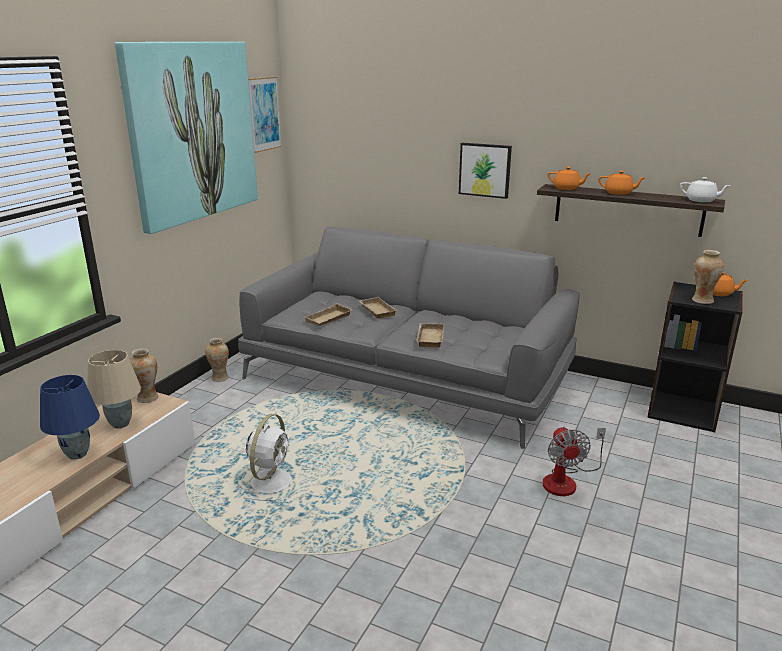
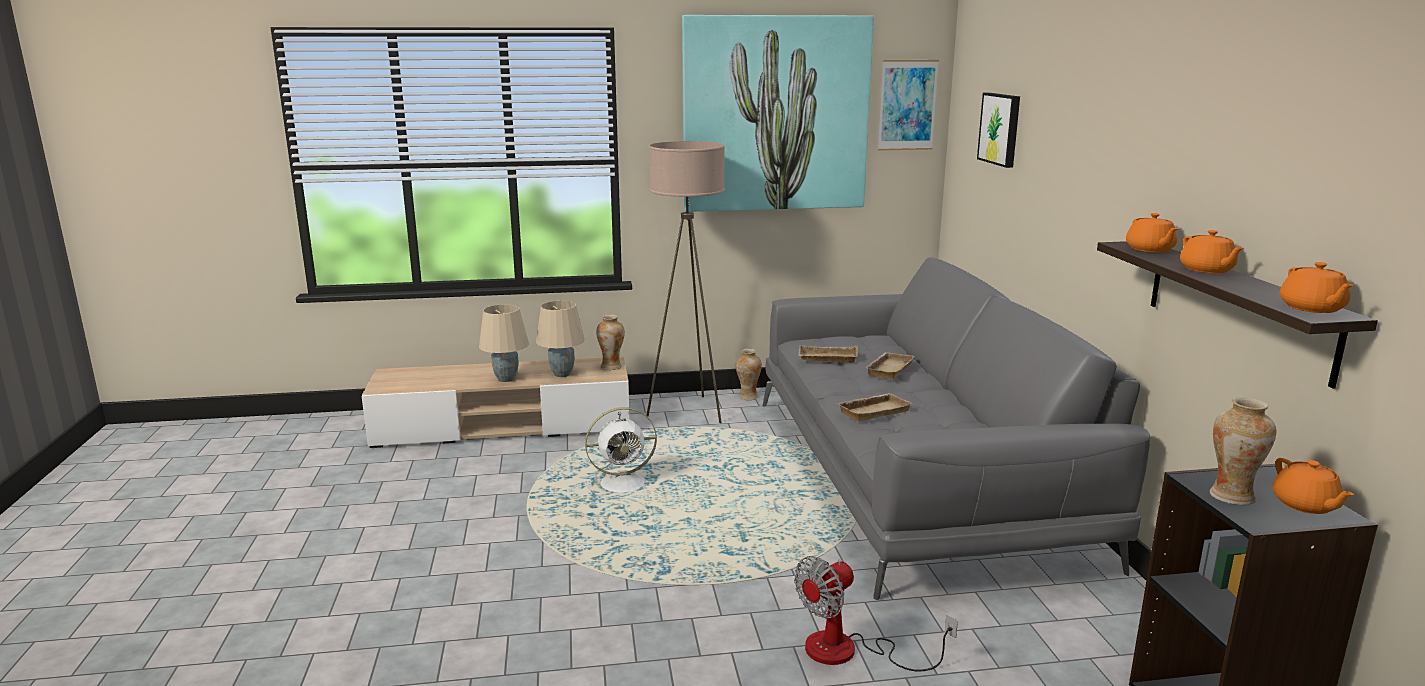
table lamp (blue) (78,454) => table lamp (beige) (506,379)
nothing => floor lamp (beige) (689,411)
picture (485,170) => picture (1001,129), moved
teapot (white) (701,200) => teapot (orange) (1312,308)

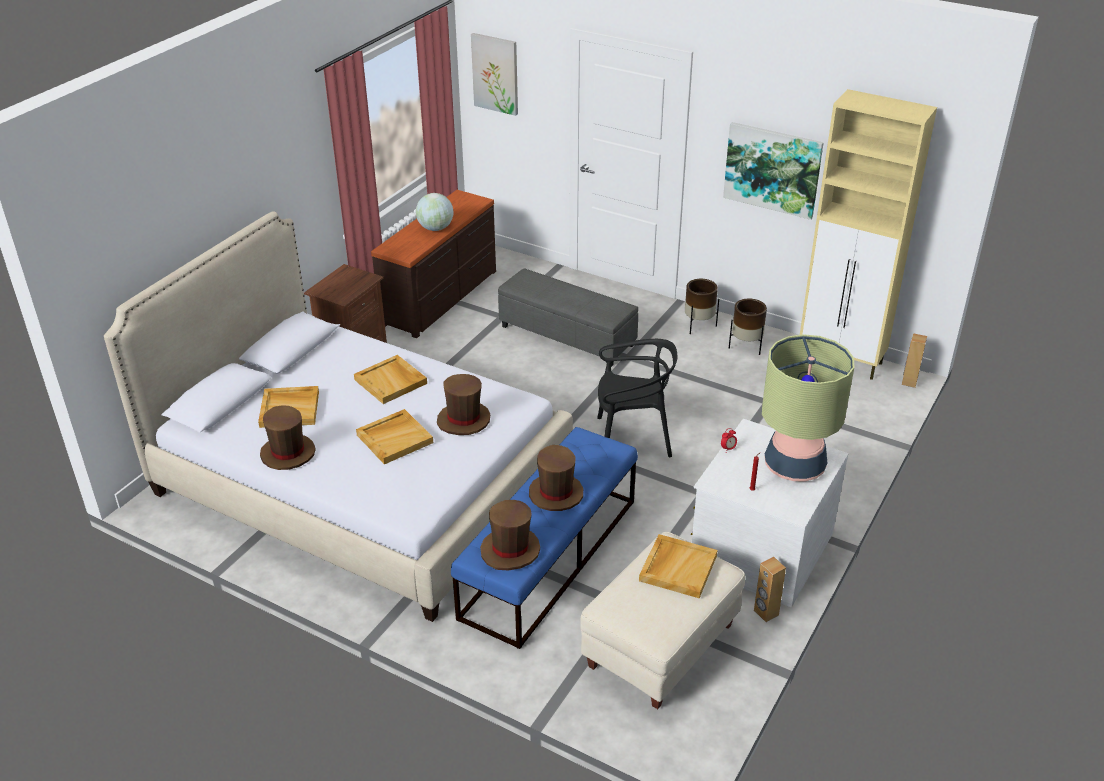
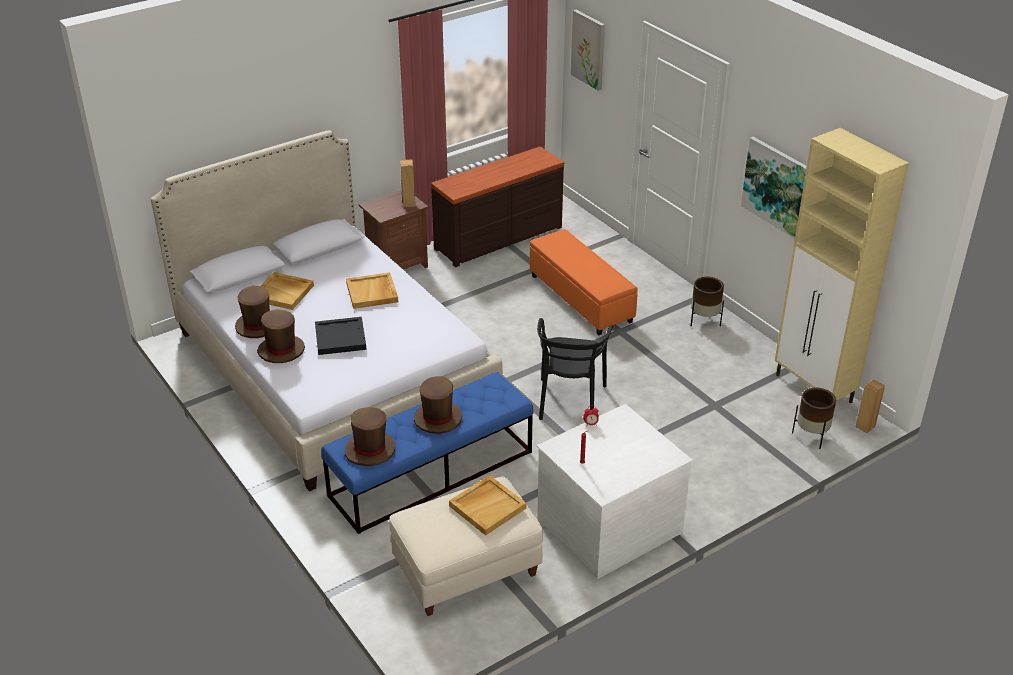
hat (brown) (463,420) => hat (brown) (281,350), moved
tray (beige) (395,438) => tray (black) (341,337)
speaker (brown) (765,613) => speaker (brown) (408,203), moved
ottoman (grey) (567,335) => ottoman (orange) (581,298)
chair (black) (632,439) => chair (black) (570,401), 75 degrees clockwise
planter (brown) (746,346) => planter (brown) (811,436), moved
globe (435,228) => nothing
table lamp (794,466) => nothing

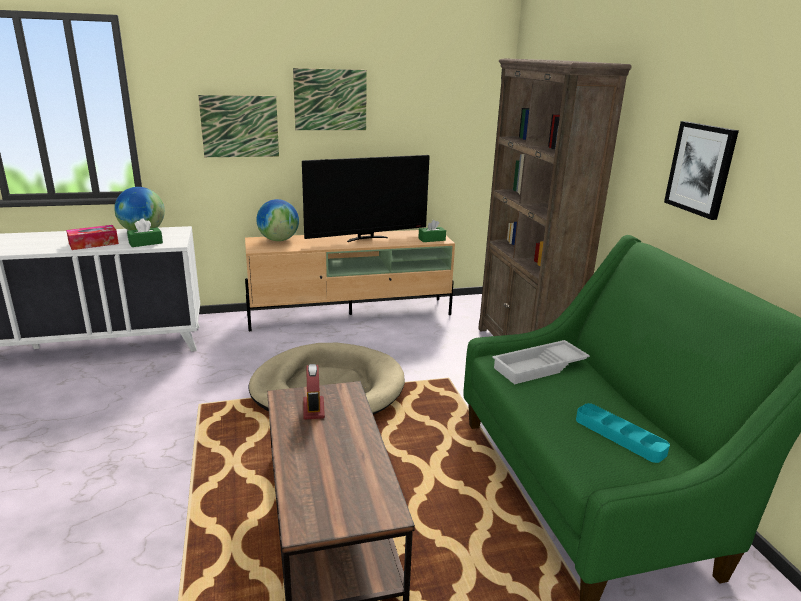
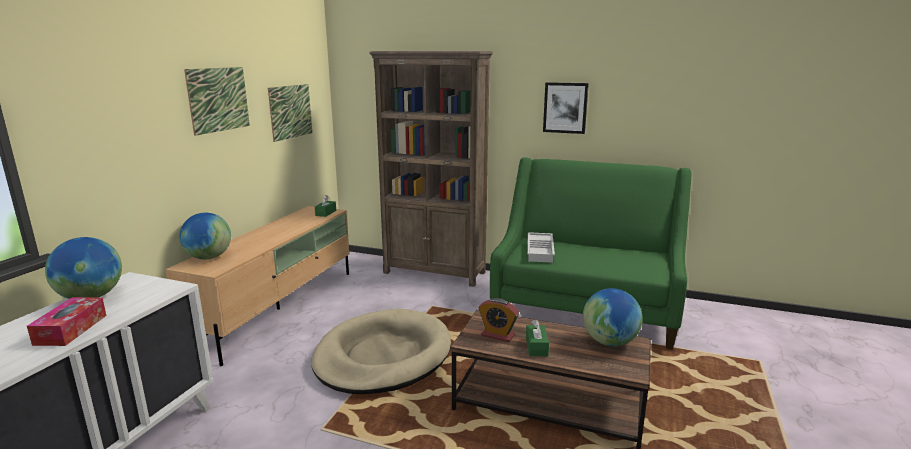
picture (240,126) => picture (290,111), moved
tissue box (green) (145,243) => tissue box (green) (536,347), moved
nothing => globe (610,342)
television (366,238) => nothing
tray (turquoise) (619,436) => nothing

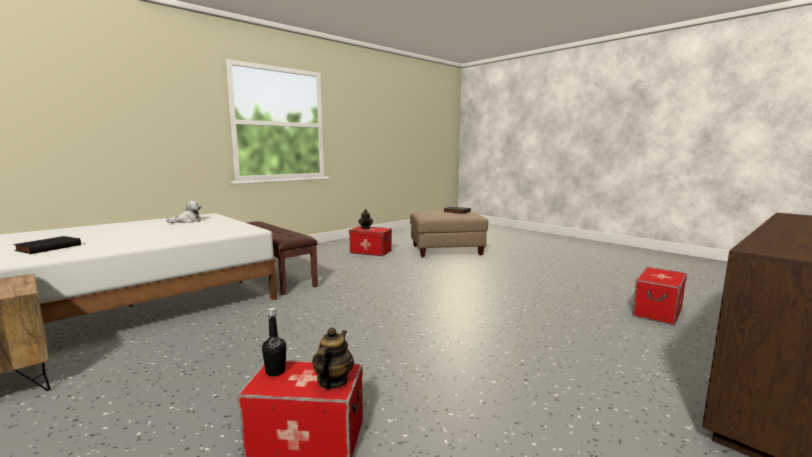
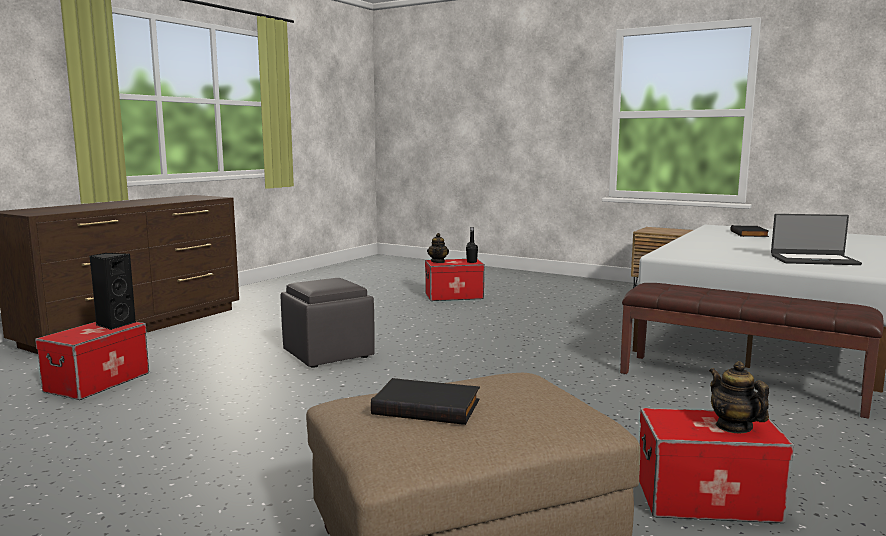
nothing => speaker (black) (114,324)
nothing => ottoman (grey) (327,354)
plush toy (187,221) => laptop (813,260)

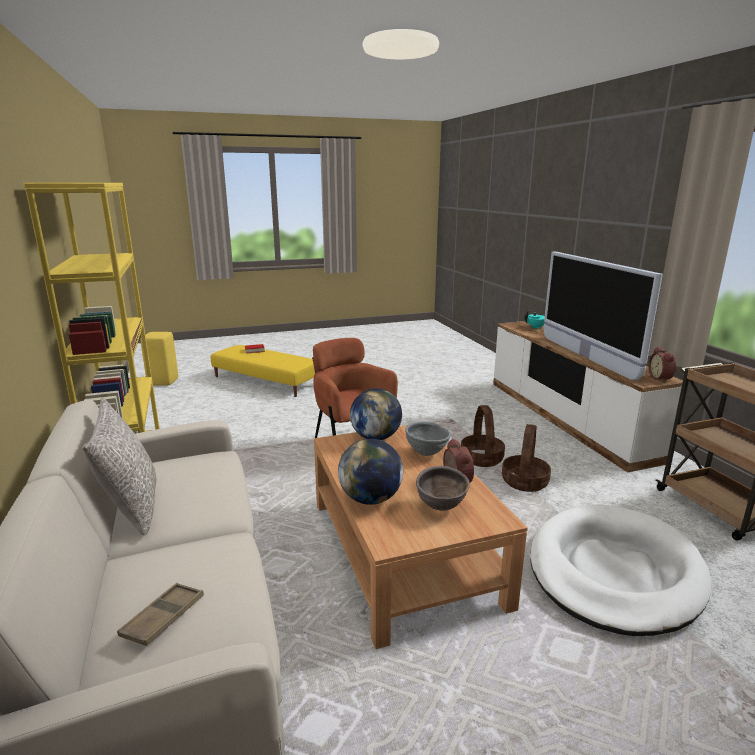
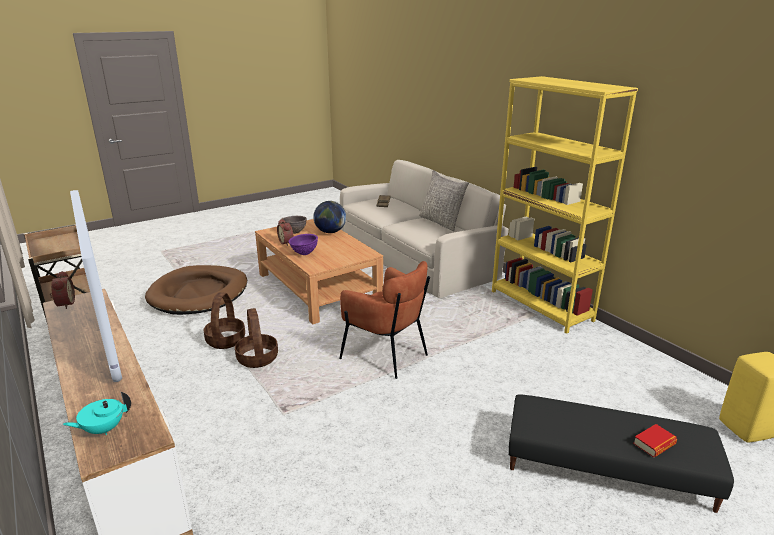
dog bed (white) (614,572) => dog bed (brown) (199,293)
bowl (grey) (426,453) => bowl (purple) (304,254)
ottoman (yellow) (266,381) => ottoman (black) (607,465)
globe (376,437) => nothing

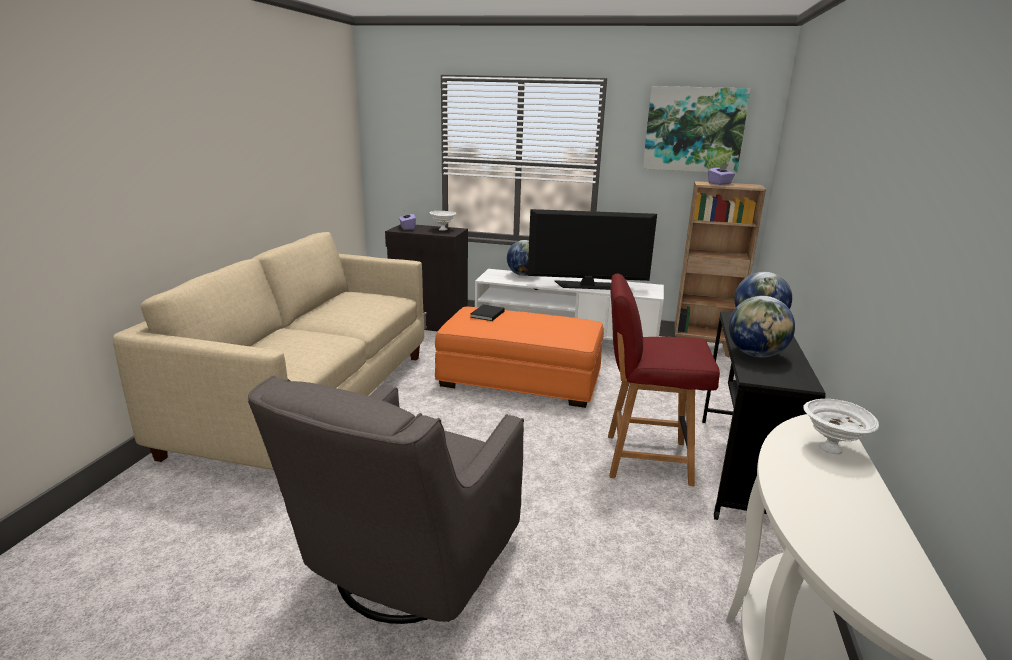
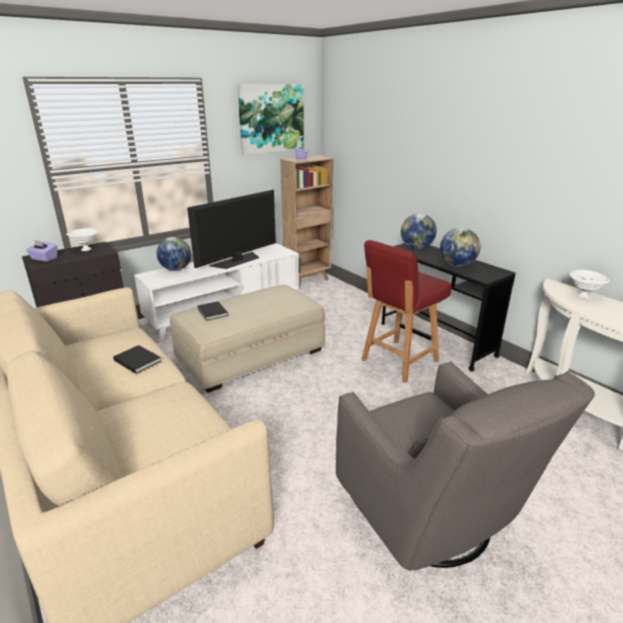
nothing => book (black) (137,360)
ottoman (orange) (520,379) => ottoman (beige) (251,355)

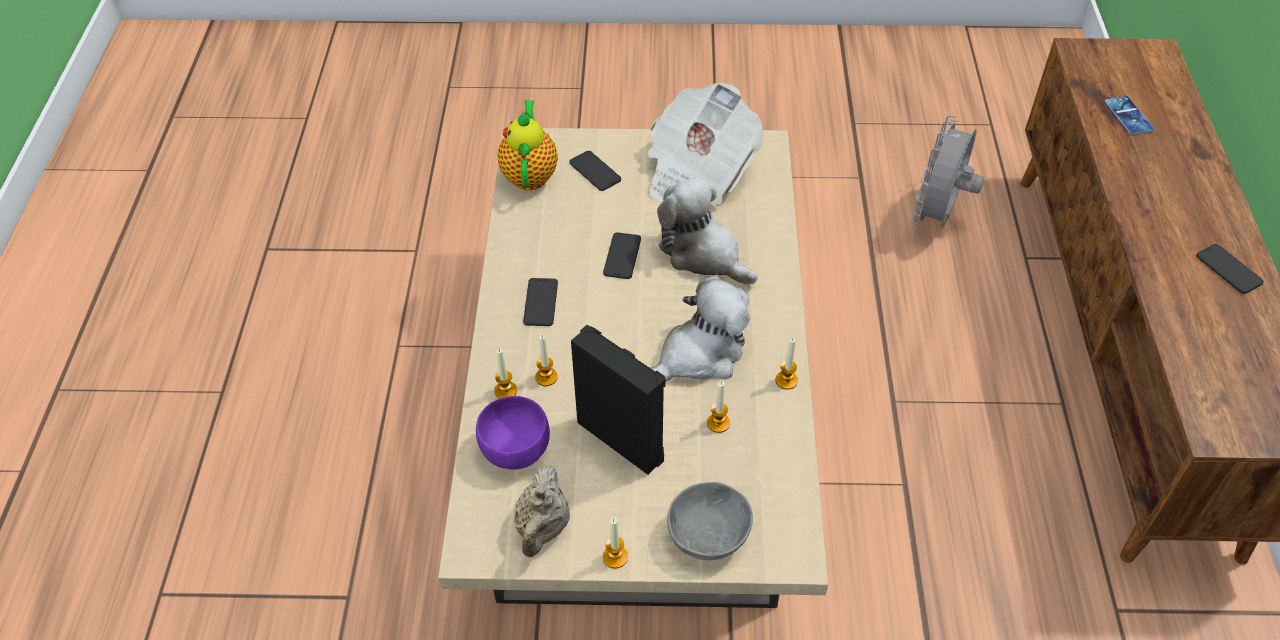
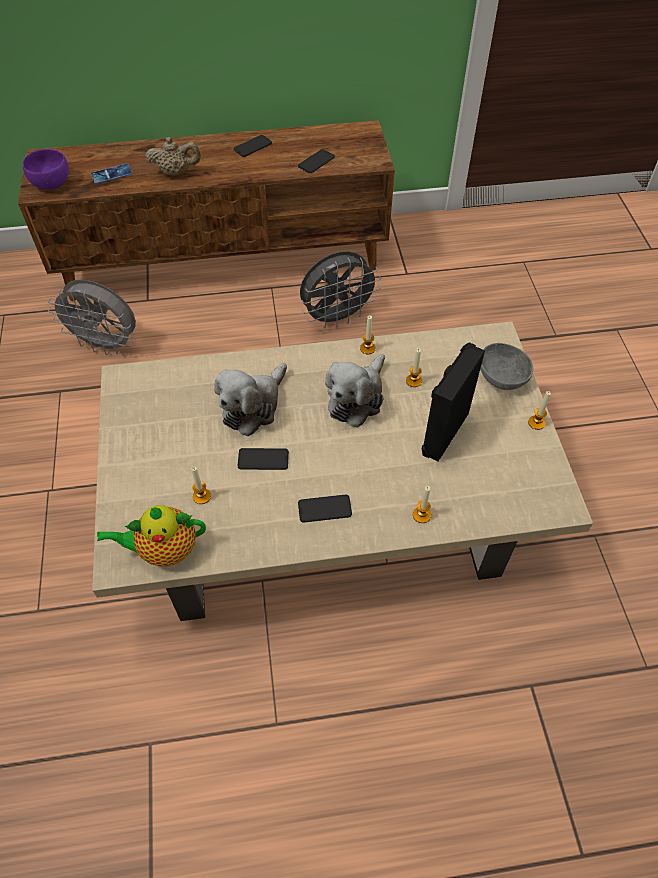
bowl (purple) (515,450) => bowl (purple) (52,183), moved
teapot (beige) (543,528) => teapot (beige) (176,172), moved
candle (546,377) => candle (201,496), moved
phone (595,171) => phone (316,162), moved
nothing => fan (grey) (337,317)
plush toy (699,355) => plush toy (357,397), 105 degrees counterclockwise
newspaper (698,171) => nothing

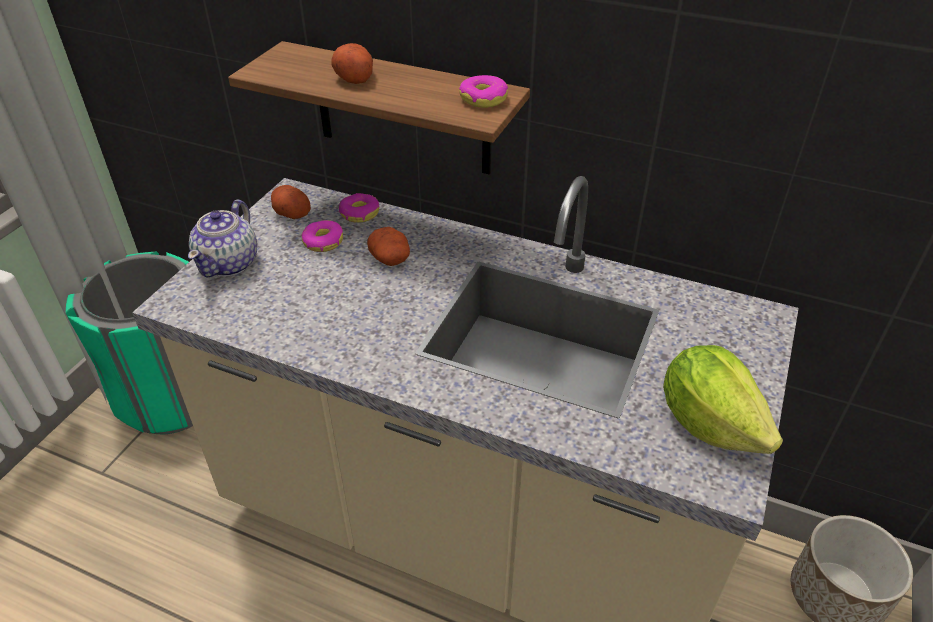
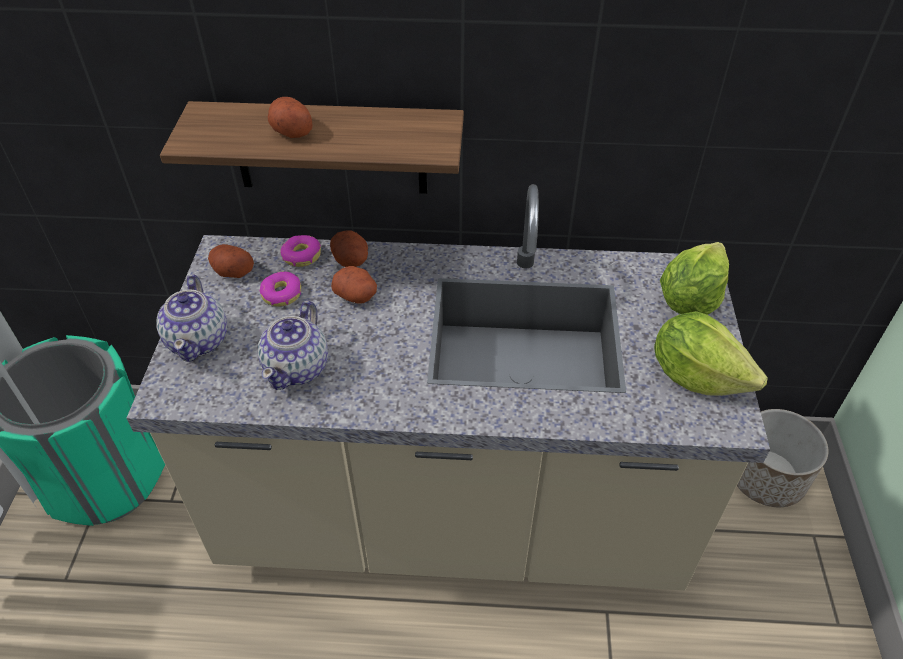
nothing => teapot (298,367)
nothing => potato (351,260)
nothing => lettuce (689,300)
donut (484,99) => nothing

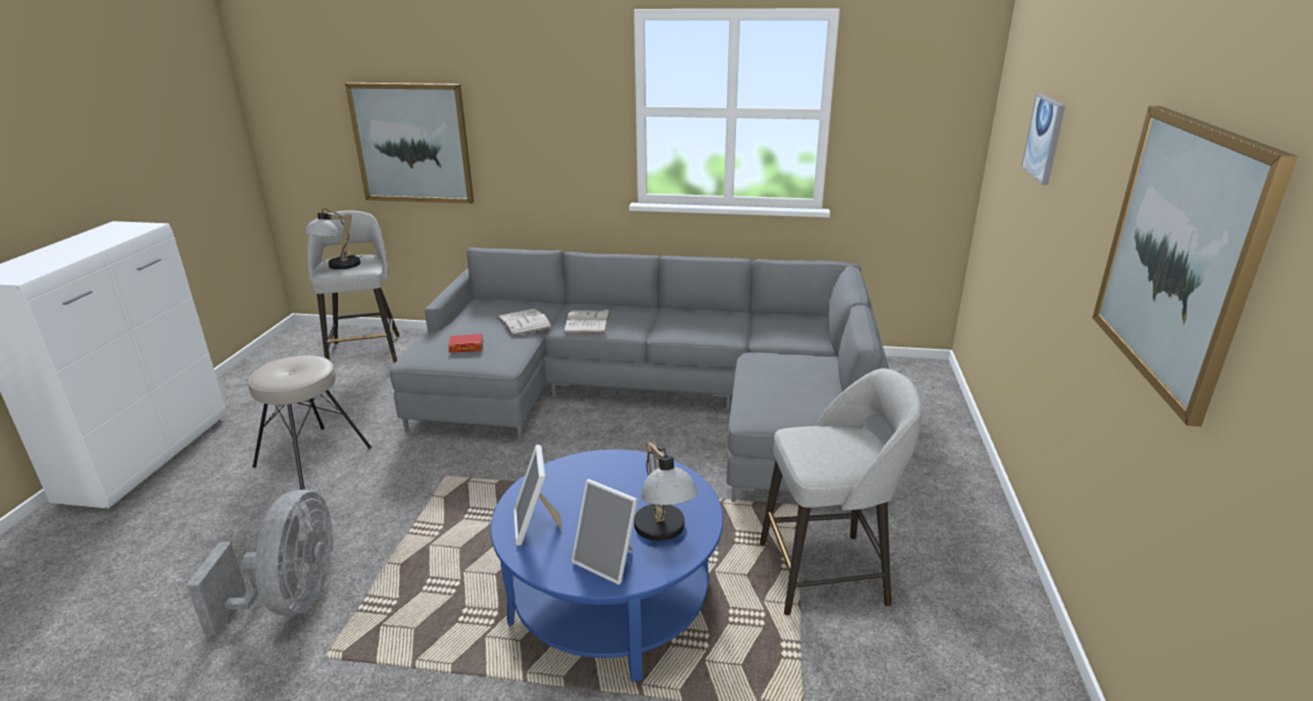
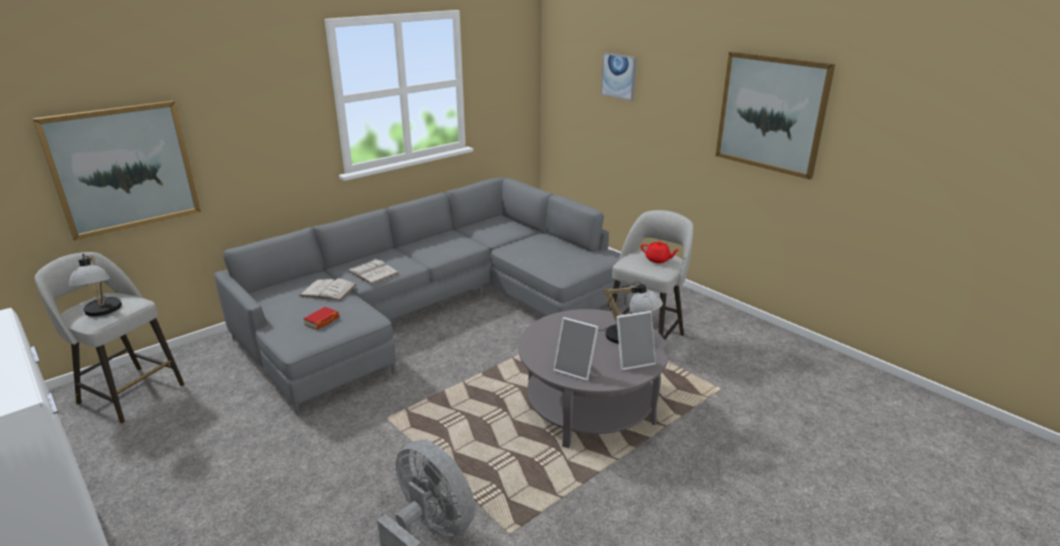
coffee table (blue) (611,600) => coffee table (grey) (589,406)
nothing => teapot (red) (658,260)
stool (beige) (312,456) => nothing

